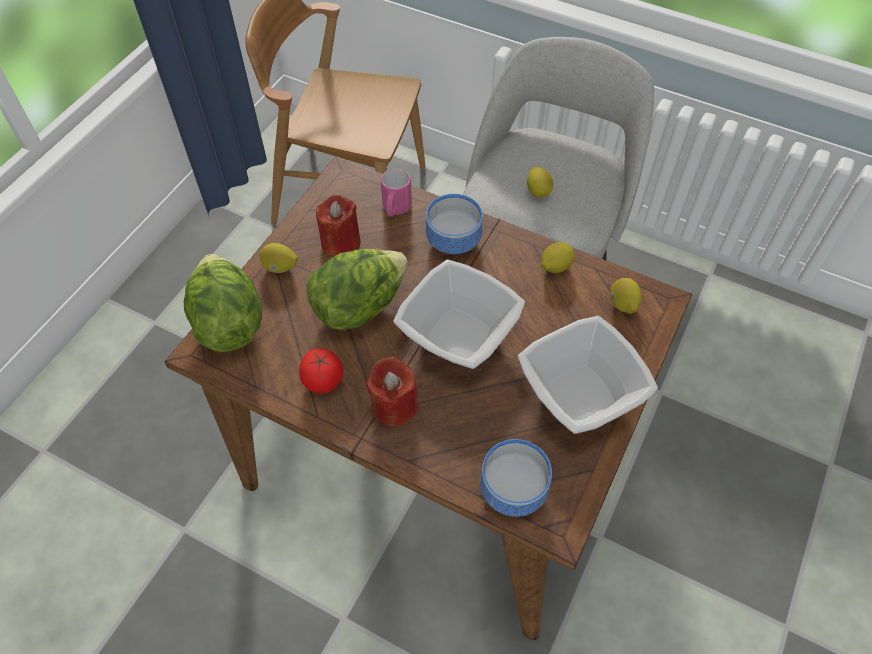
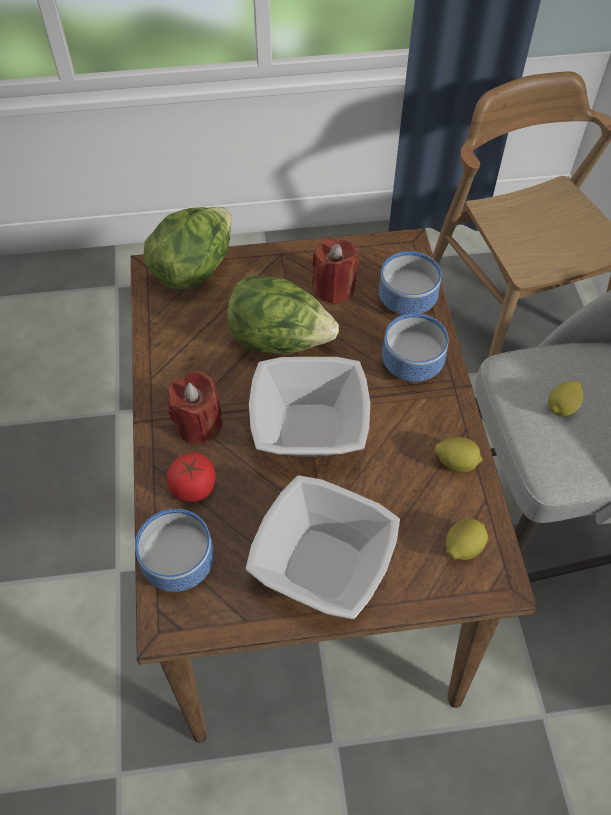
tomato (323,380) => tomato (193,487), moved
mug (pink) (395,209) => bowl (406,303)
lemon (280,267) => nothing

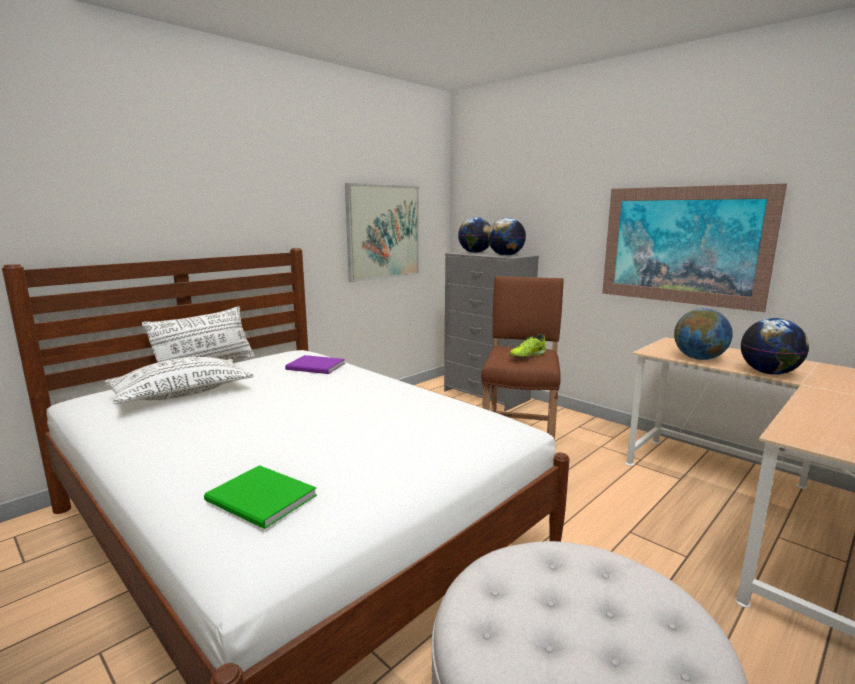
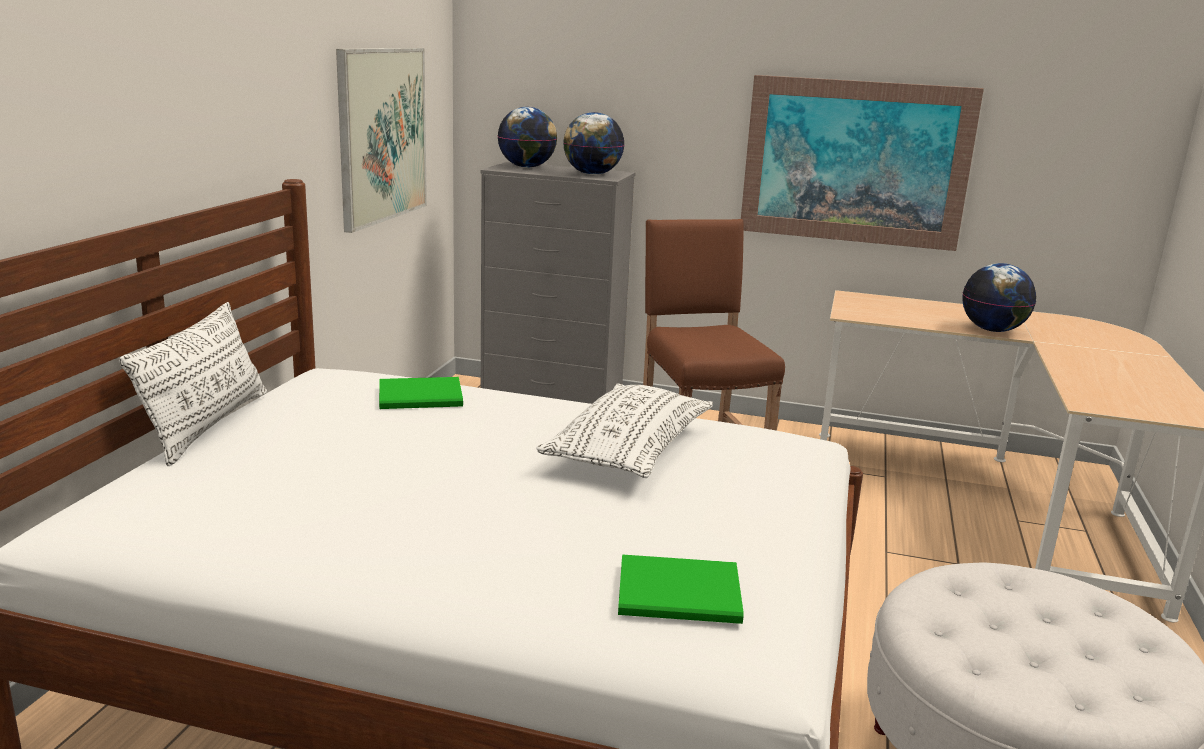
book (purple) (316,367) => book (green) (423,397)
pillow (white) (182,394) => pillow (white) (629,450), moved
shoe (527,356) => nothing
globe (699,358) => nothing

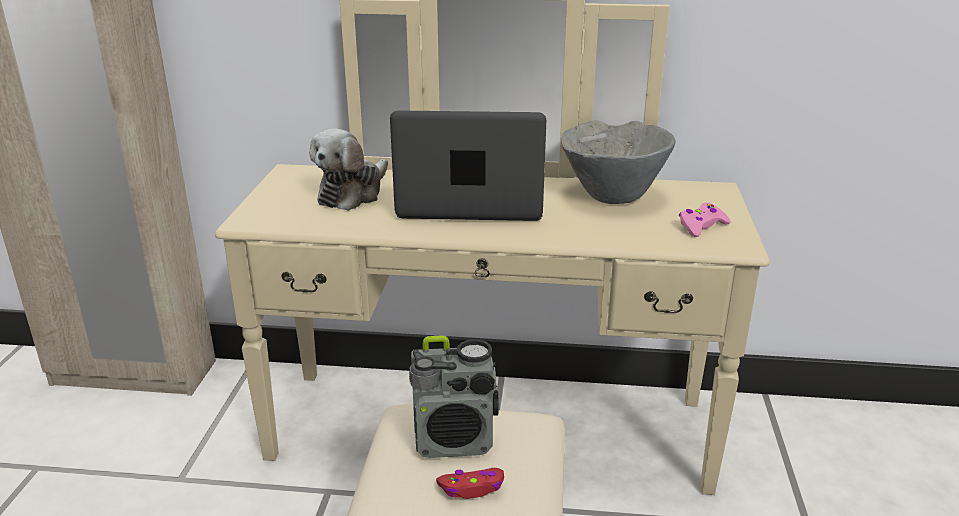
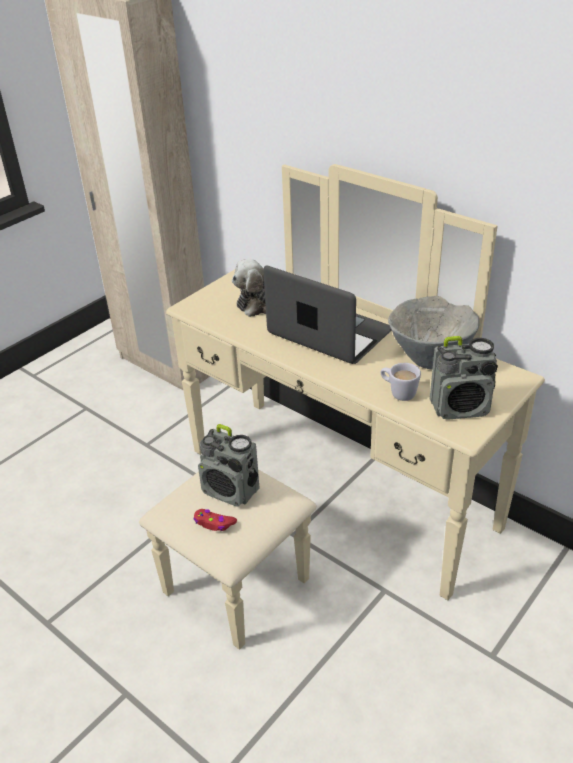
nothing => mug (white) (398,393)
game controller (pink) (701,226) => radio (460,408)

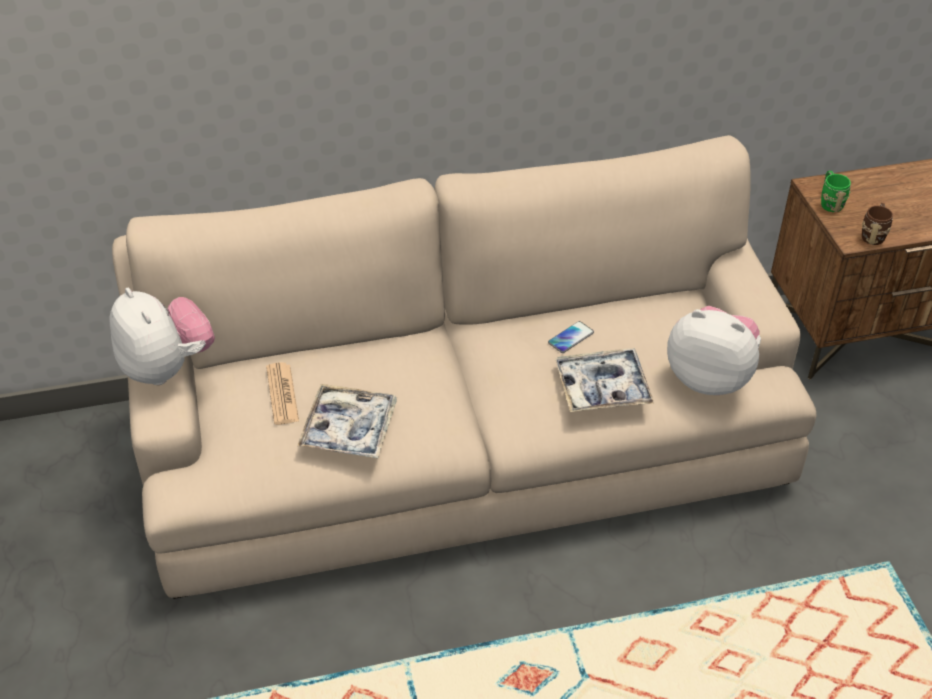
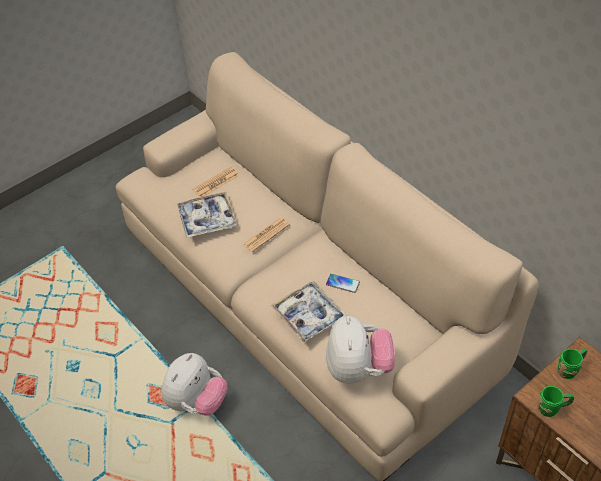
plush toy (167,367) => plush toy (197,401), moved
nothing => newspaper (266,235)
mug (brown) (873,234) => mug (green) (552,408)

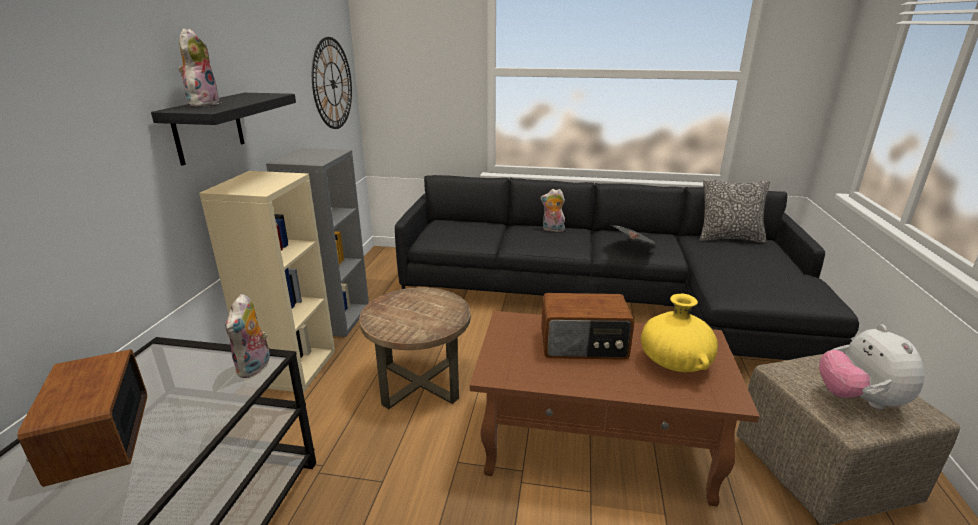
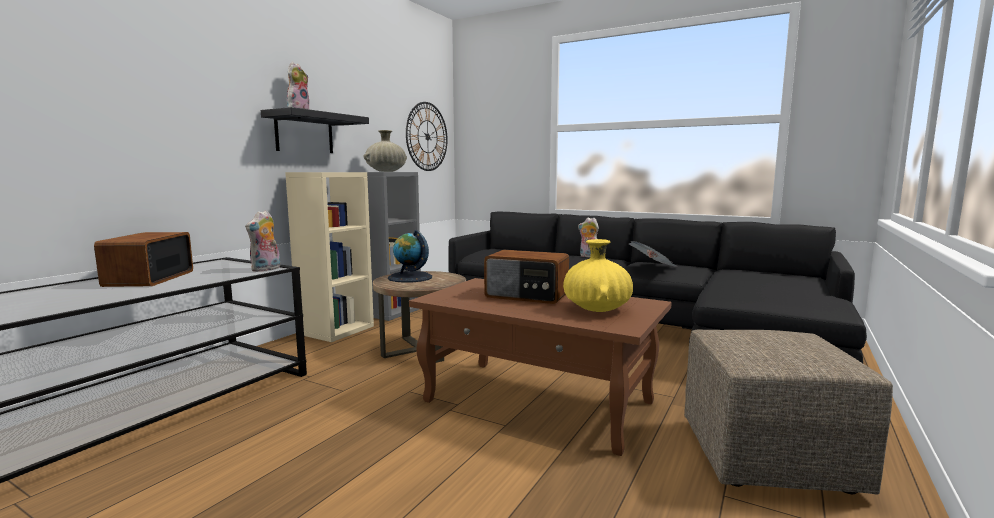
nothing => vase (beige) (386,171)
nothing => globe (410,277)
pillow (729,238) => nothing
plush toy (859,400) => nothing

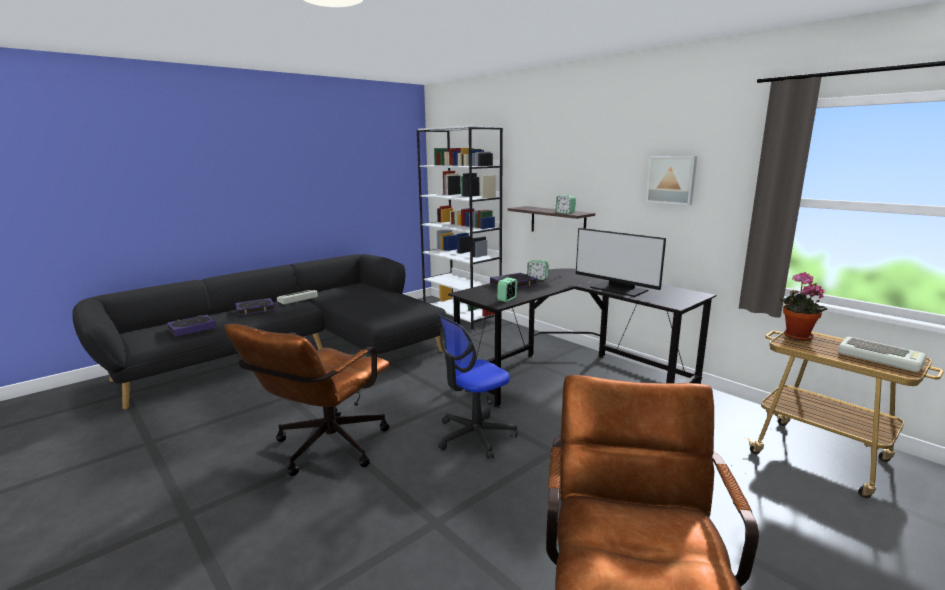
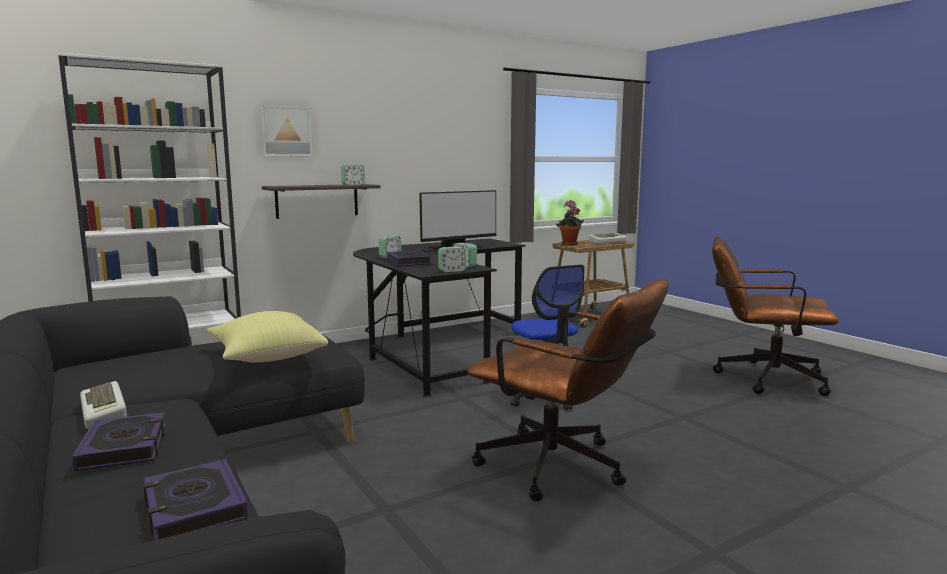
nothing => pillow (yellow) (266,357)
picture (671,179) => picture (285,131), moved
nothing => alarm clock (452,270)

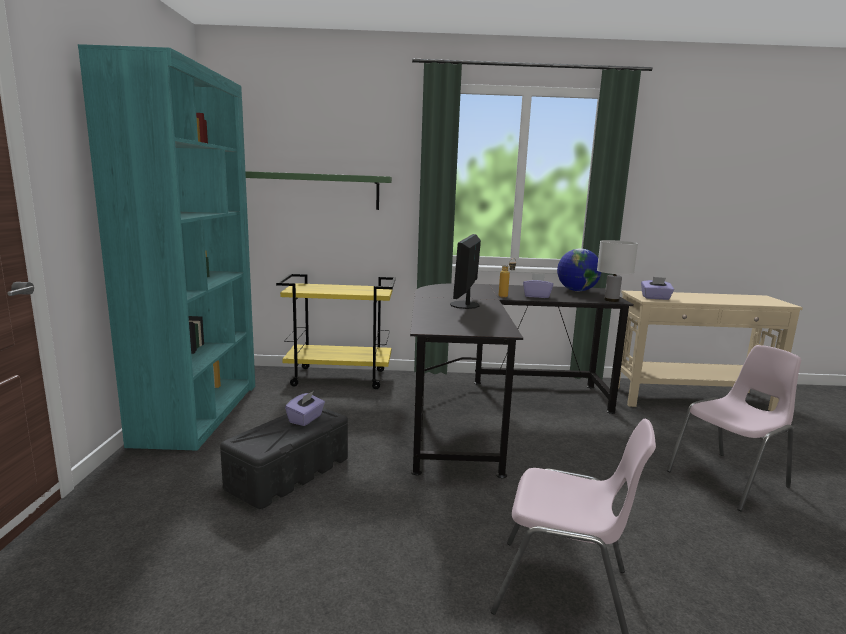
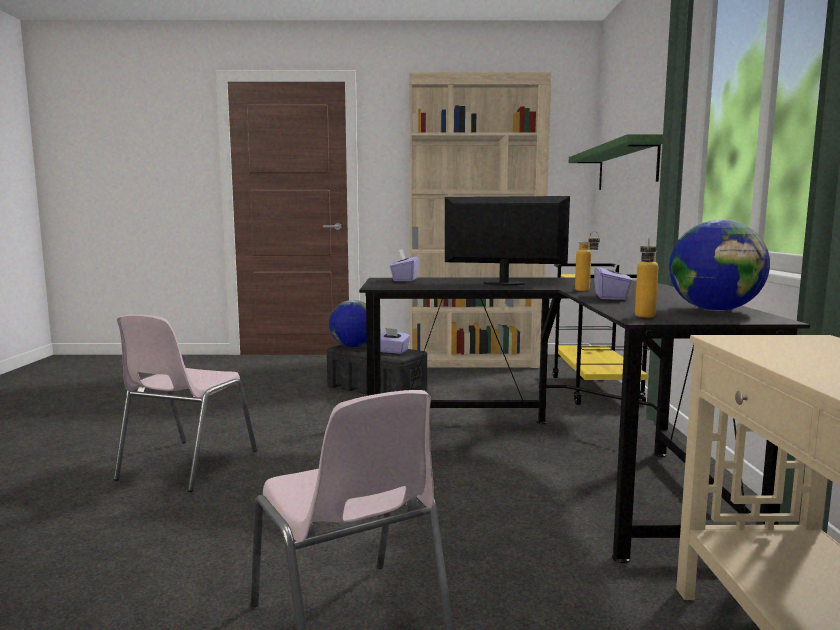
nothing => globe (352,346)
tissue box (purple) (655,298) => tissue box (purple) (404,280), moved
bookcase (turquoise) (199,412) => bookcase (beige) (474,361)
table lamp (white) (611,300) => bottle (644,317)

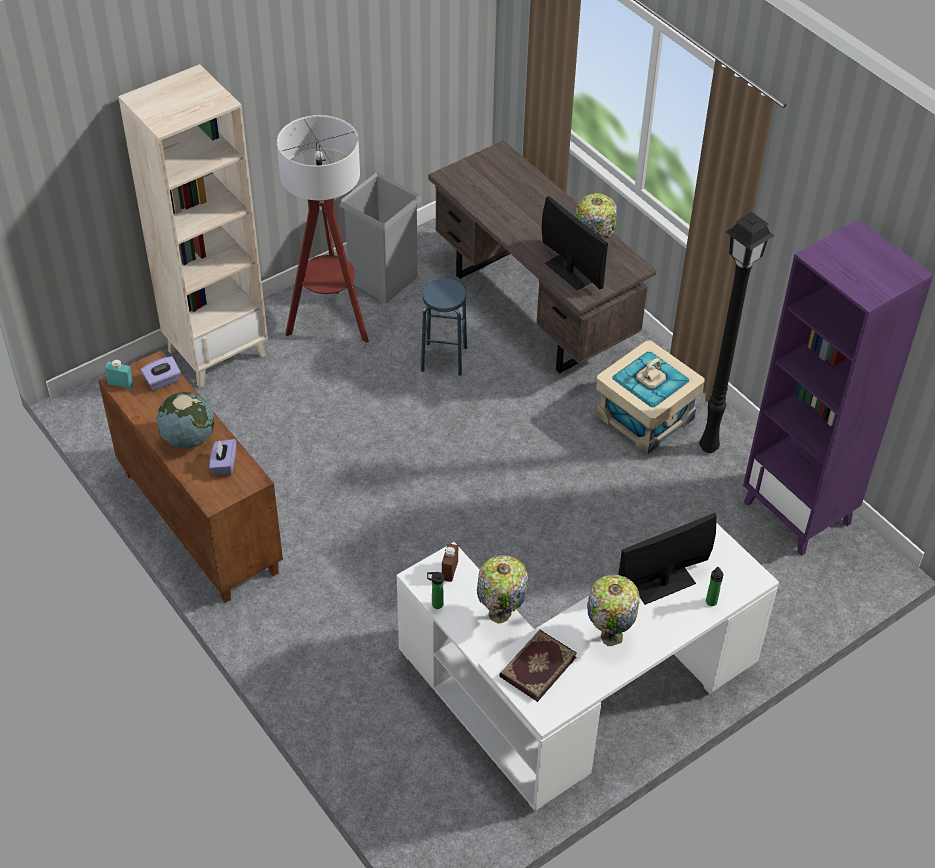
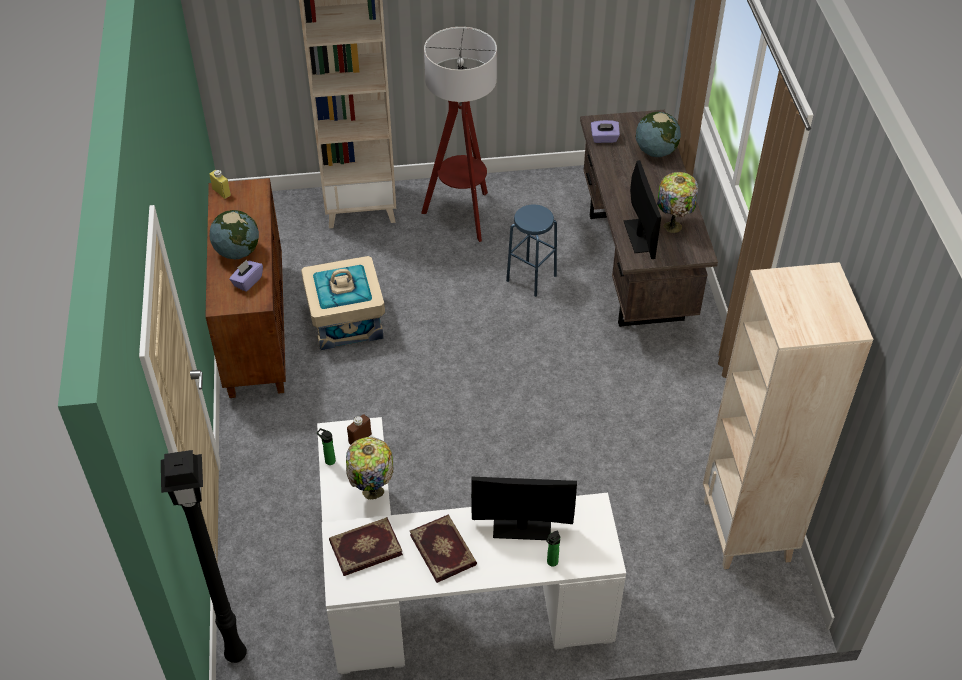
floor lamp (black) (707,447) => floor lamp (black) (234,653), moved
bottle (turquoise) (121,384) => bottle (yellow) (221,192)
storage box (beige) (644,416) => storage box (beige) (346,321), moved
table lamp (609,635) => book (444,549)
tissue box (purple) (162,381) => tissue box (purple) (604,139), moved
nothing => globe (655,151)
bookcase (purple) (798,513) => bookcase (beige) (747,531)
trash can (grey) (383,279) => nothing

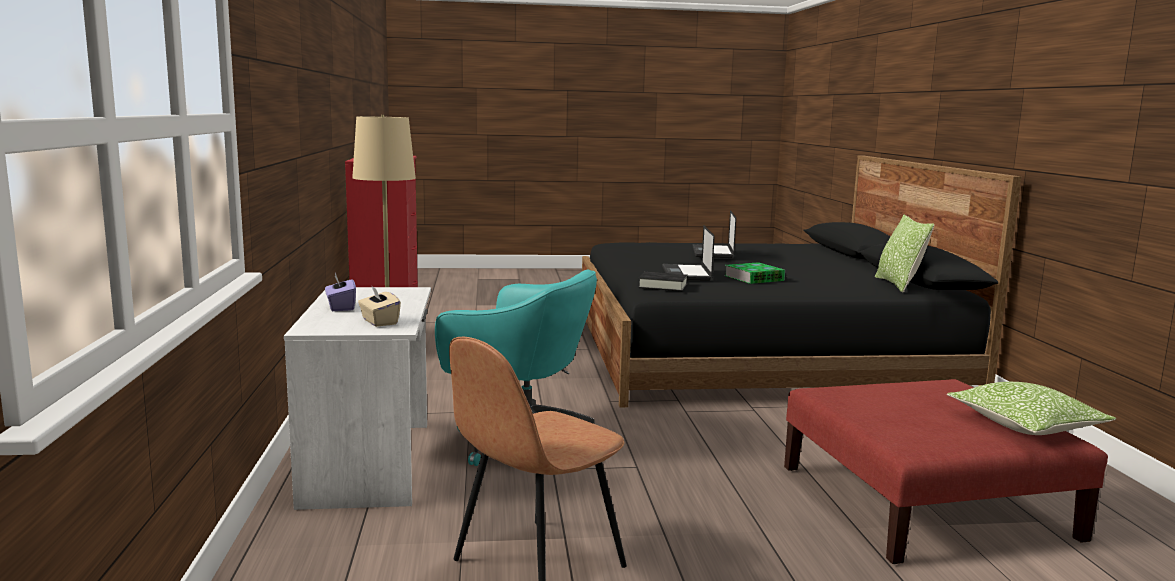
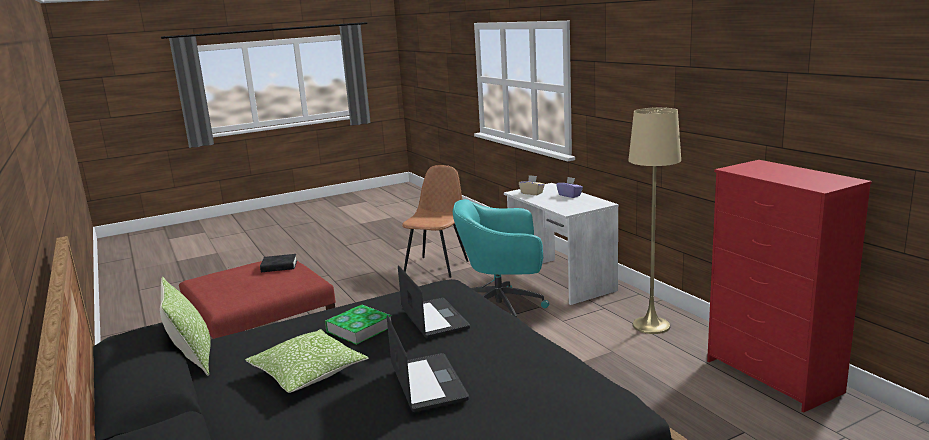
pillow (1026,425) => pillow (308,373), moved
book (black) (663,286) => book (black) (279,266), moved

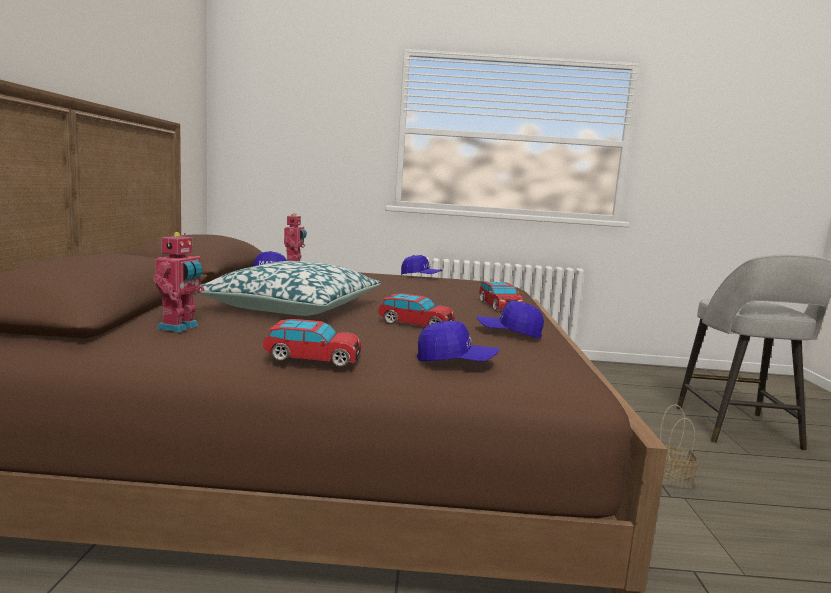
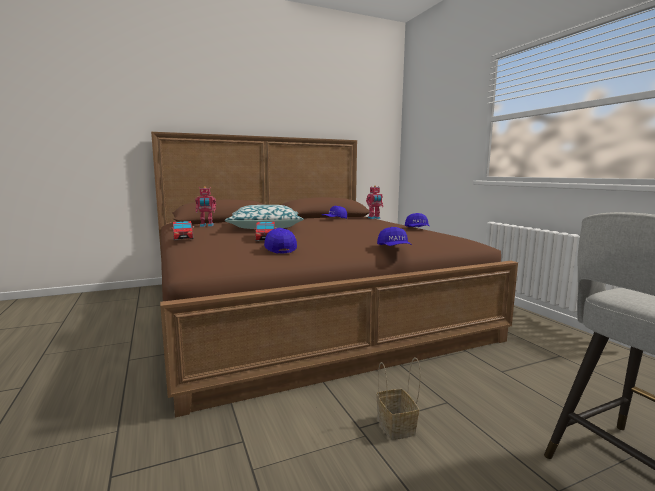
cap (blue) (455,361) => cap (blue) (394,248), moved
toy car (499,306) => nothing

